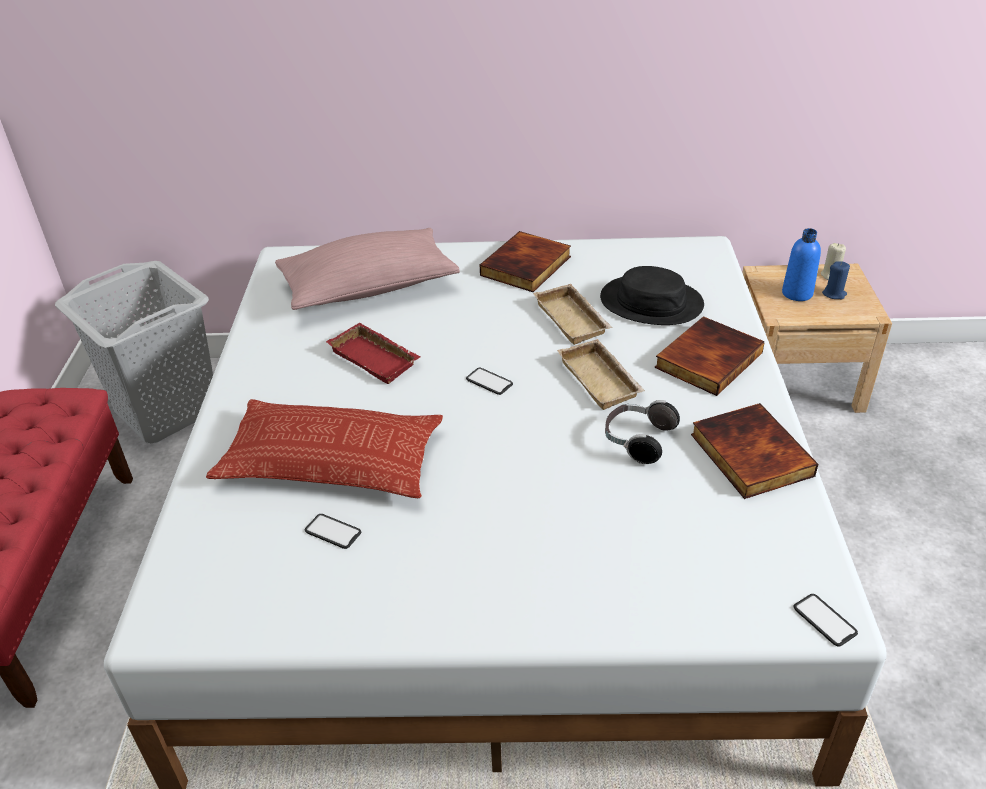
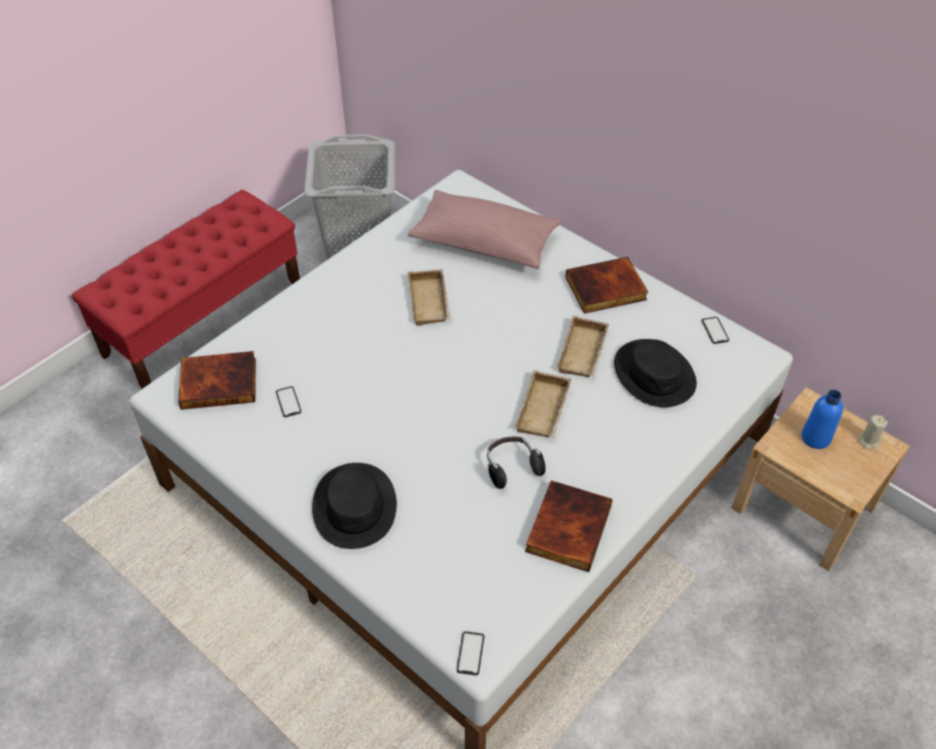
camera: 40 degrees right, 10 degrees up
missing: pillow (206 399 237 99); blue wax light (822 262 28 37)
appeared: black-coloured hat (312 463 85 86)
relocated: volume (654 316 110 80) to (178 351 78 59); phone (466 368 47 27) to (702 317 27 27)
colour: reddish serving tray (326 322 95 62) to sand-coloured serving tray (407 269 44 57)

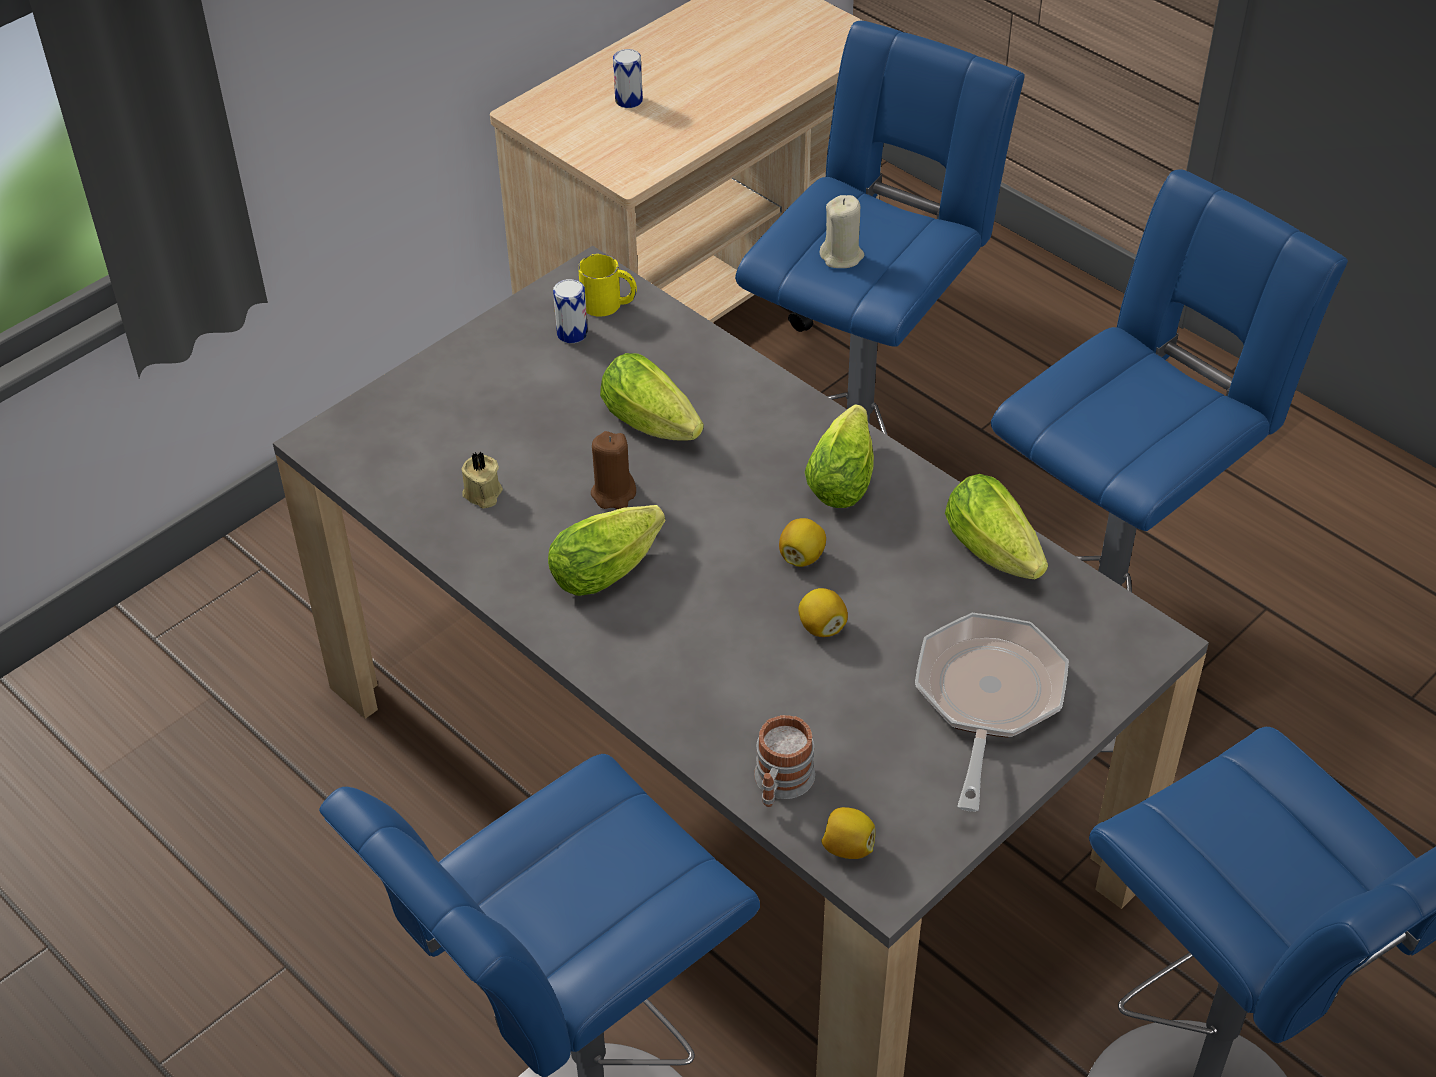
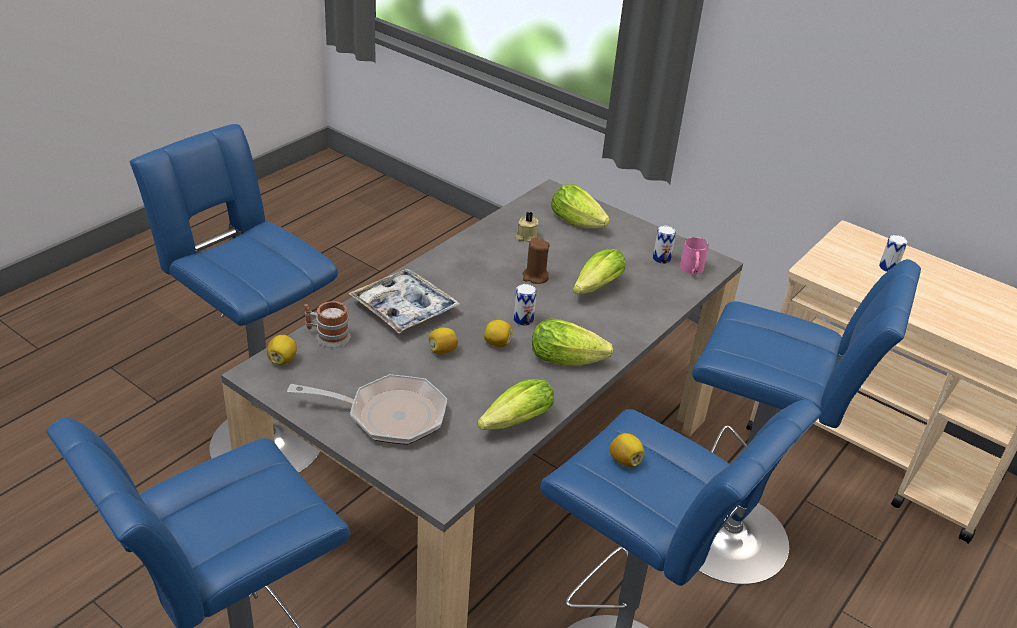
camera: 80 degrees right, 10 degrees down
missing: sand-coloured wax light (820 195 44 73)
appeared: serving tray (348 269 112 64); can (514 284 23 42); citrus fruit (609 433 35 34)
relocated: lettuce head (548 505 117 91) to (551 184 59 44)
colour: yellow coffee mug (578 254 59 63) to pink-coloured coffee mug (680 237 29 38)

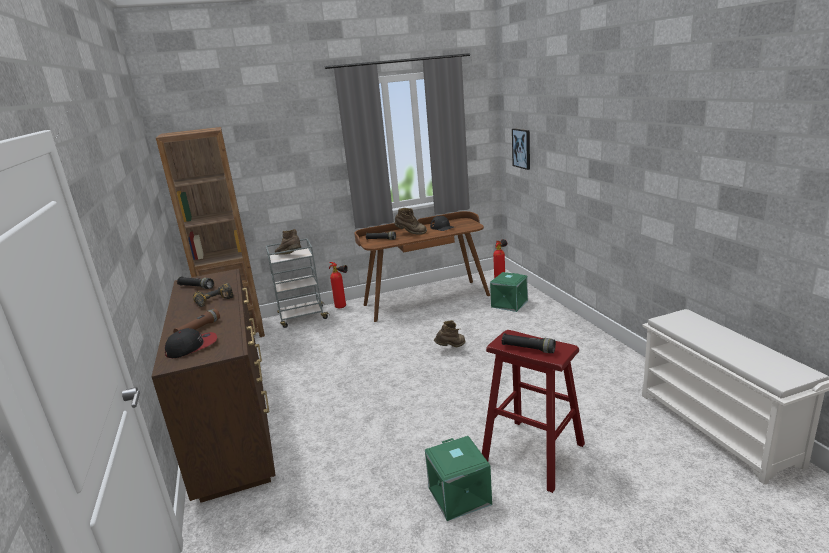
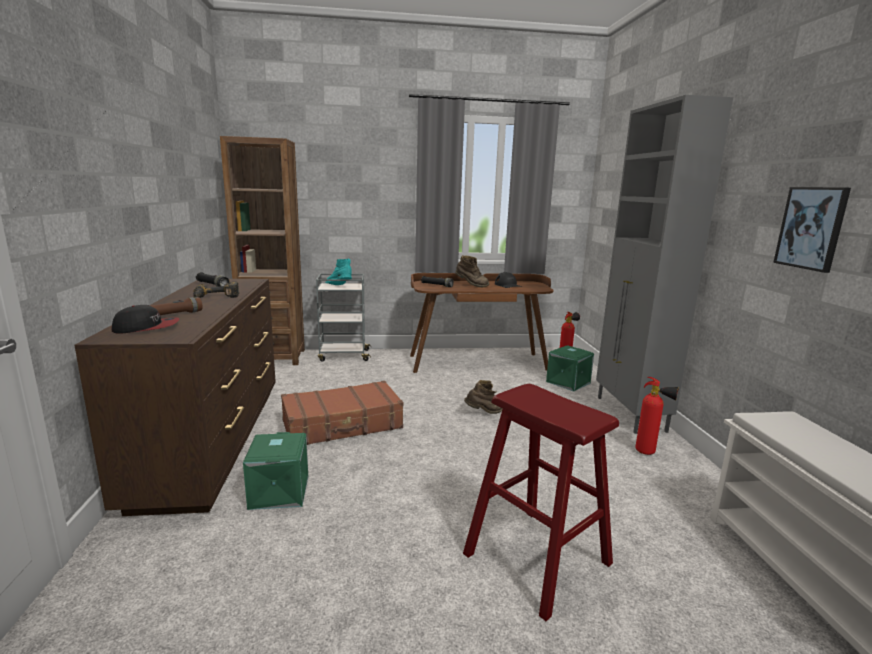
camera: 10 degrees right, 5 degrees down
missing: black-coloured flashlight (502 333 54 20)
appeared: brownish suitcase (281 381 122 64); grey cabinet (596 95 137 339)
relocated: green-coloured storage bin (425 436 67 85) to (243 432 65 78); fire-fighting cylinder (329 262 19 46) to (635 377 44 78); picture (512 128 18 42) to (773 187 78 86)
colour: brownish boot (274 229 27 26) to blue-green boot (325 259 27 26)

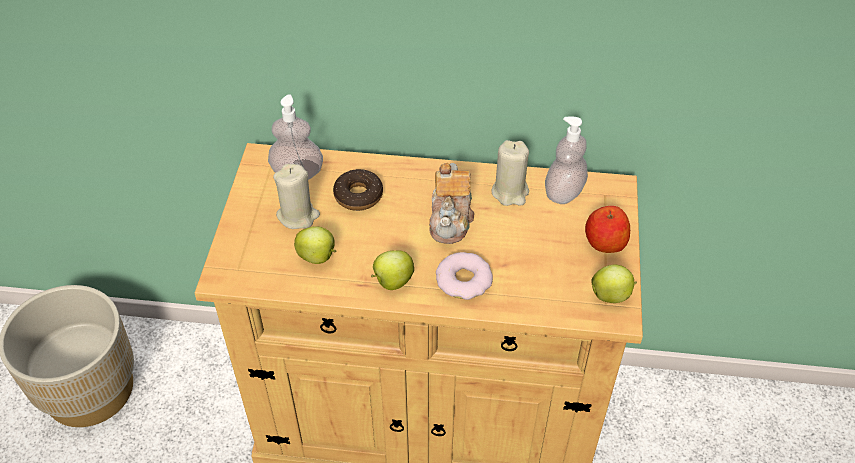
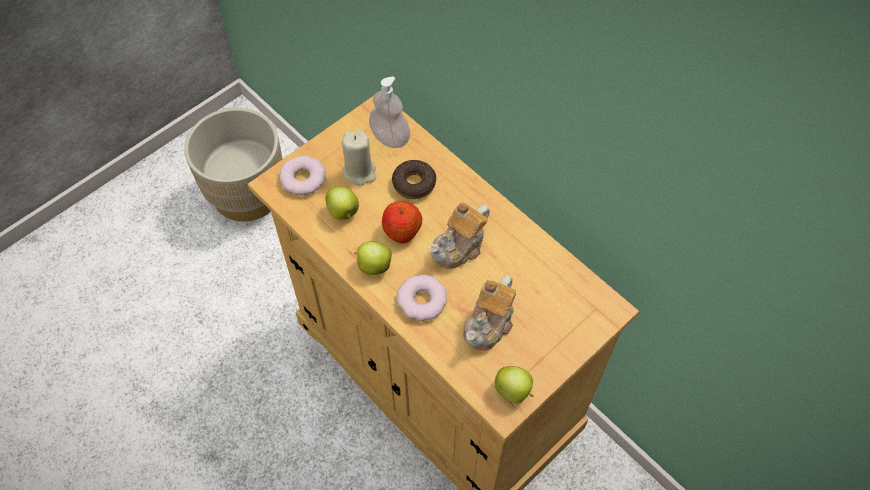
camera: 40 degrees right, 10 degrees up
missing: sand-coloured wax light (491 140 38 66); soap bottle (545 117 43 87)
appeared: doughnut (279 155 47 40); teapot (463 275 53 75)
relocated: apple fruit (585 206 45 47) to (382 201 41 43)

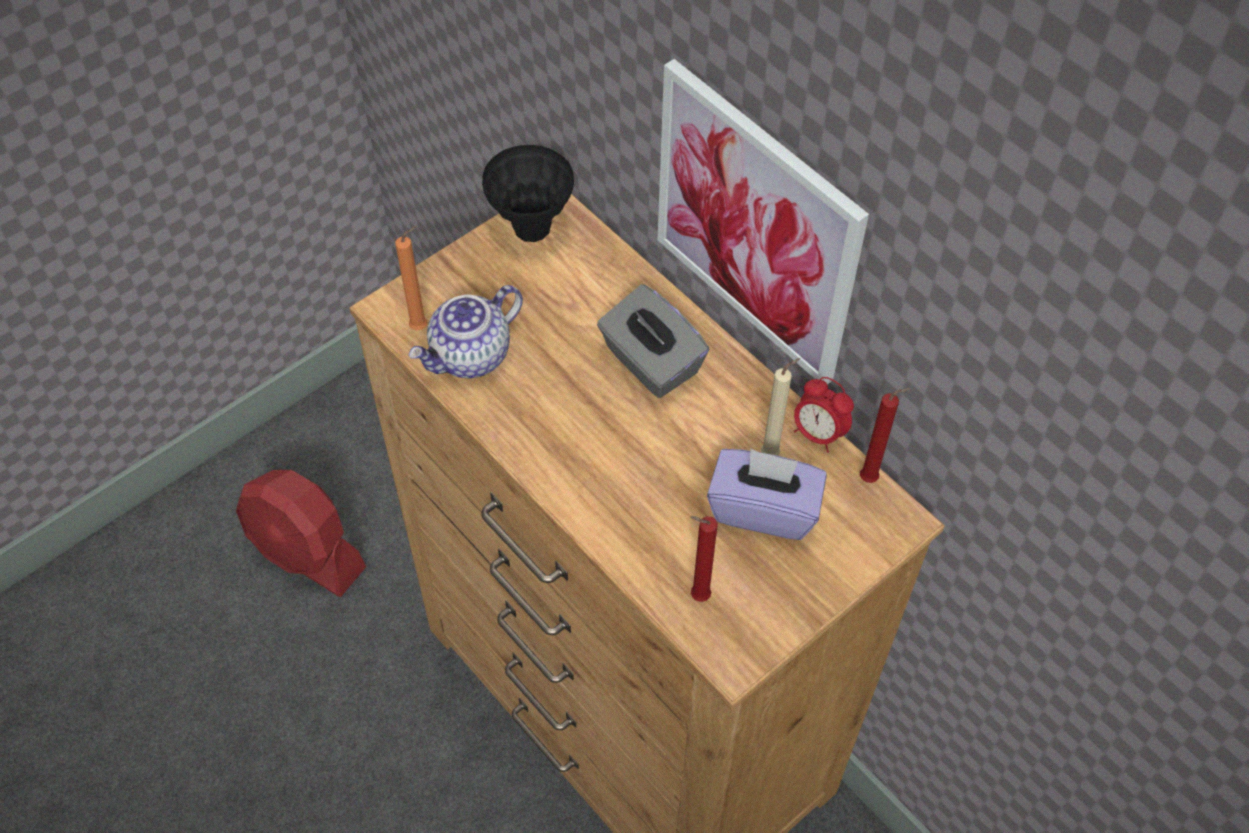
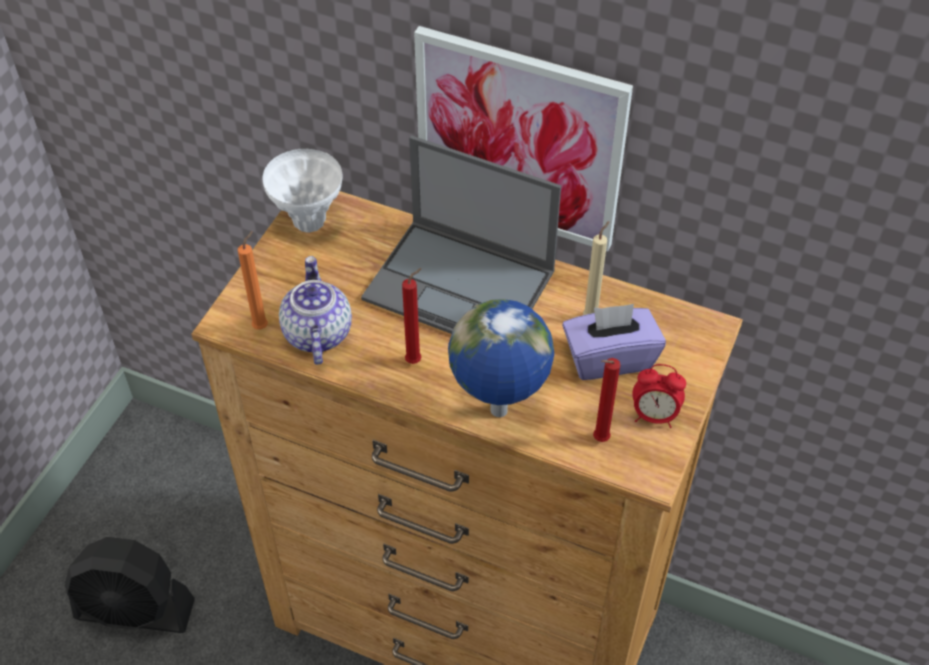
camera: 25 degrees left, 5 degrees down
appeared: world globe (448 299 106 118)
relocated: reddish wax light (860 388 51 95) to (402 268 20 96); bedside clock (794 377 60 76) to (632 364 54 64)
exchanged: grey box of tissues (597 284 112 114) to portable computer (361 135 200 199)
colour: reddish cooling fan (236 470 130 127) to black-coloured cooling fan (65 537 130 96); black-coloured vase (482 145 92 97) to white vase (262 149 80 84)
spun: teapot (409 285 114 93) = (279 256 73 109) 150 degrees clockwise

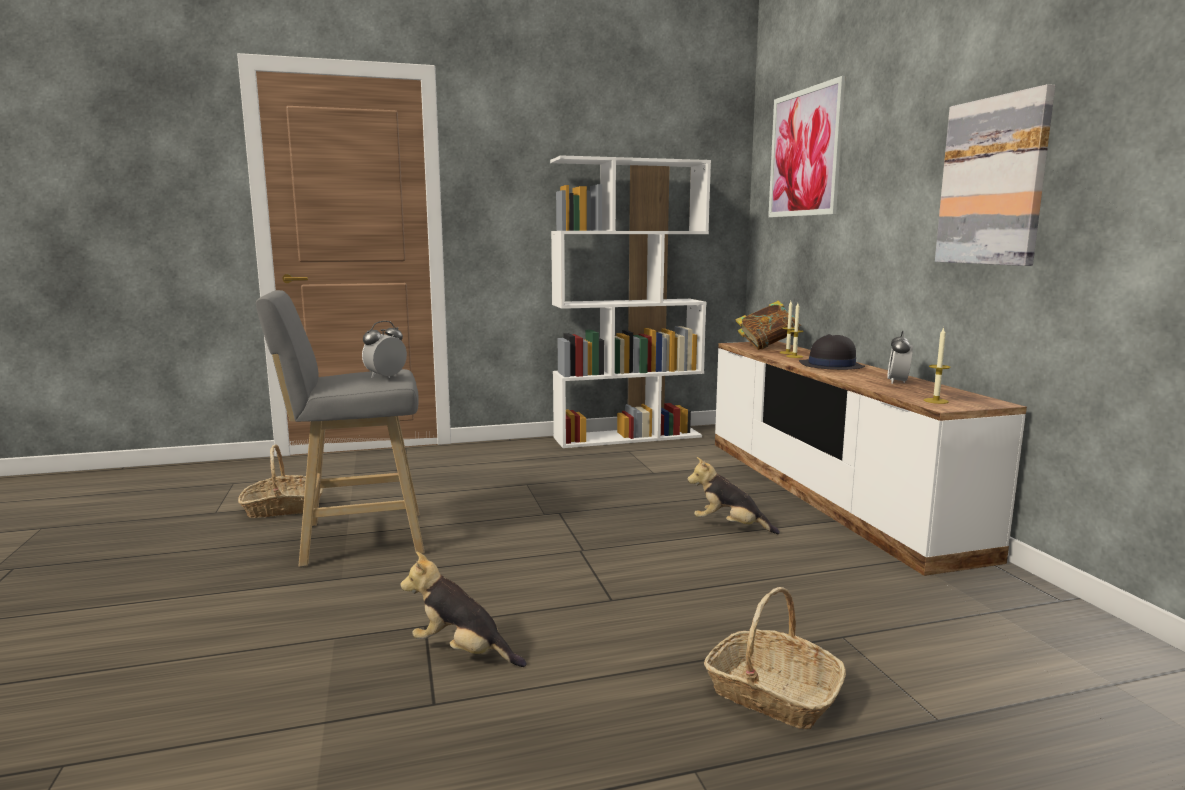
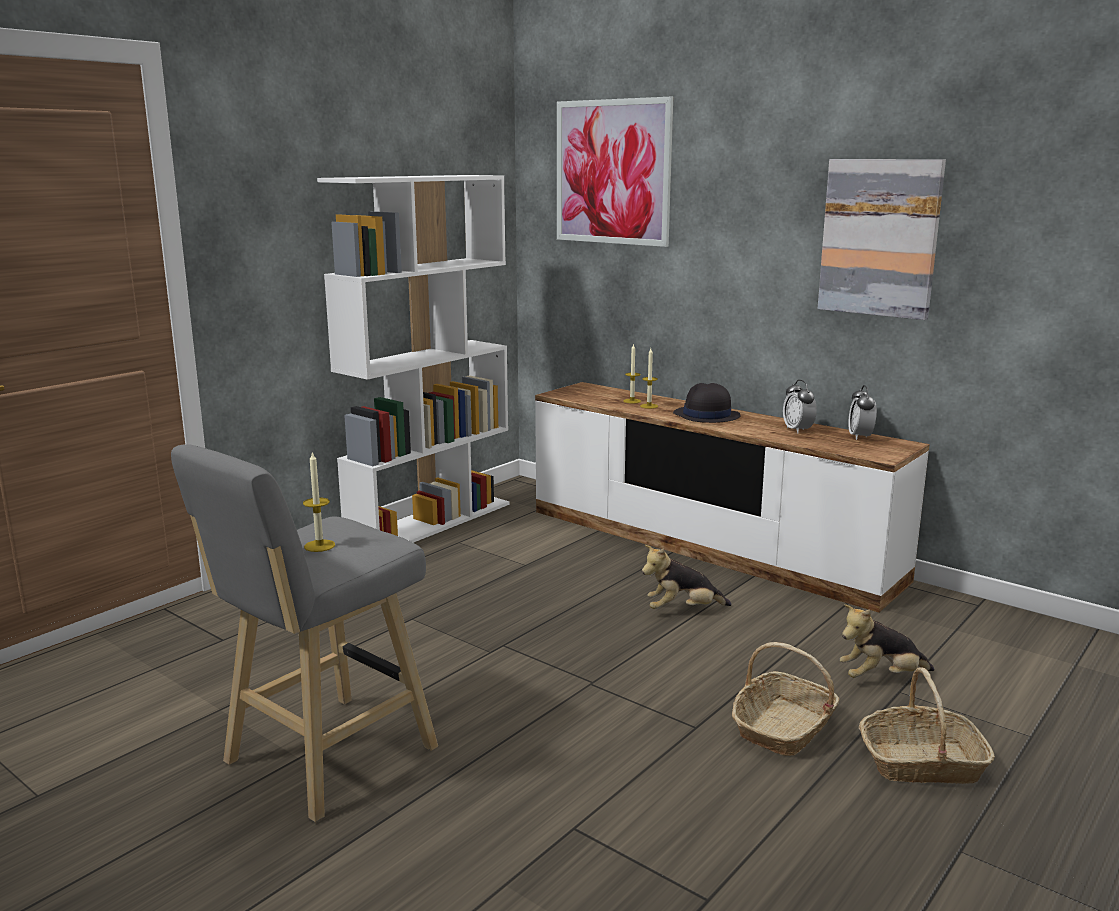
camera: 35 degrees left, 5 degrees up
missing: volume (736 301 66 49)
relocated: wax light (924 327 26 77) to (303 451 32 101); storage basket (238 444 85 74) to (732 642 107 114); soft toy (400 552 127 115) to (840 604 95 74); bedside clock (362 321 45 57) to (848 385 29 55)

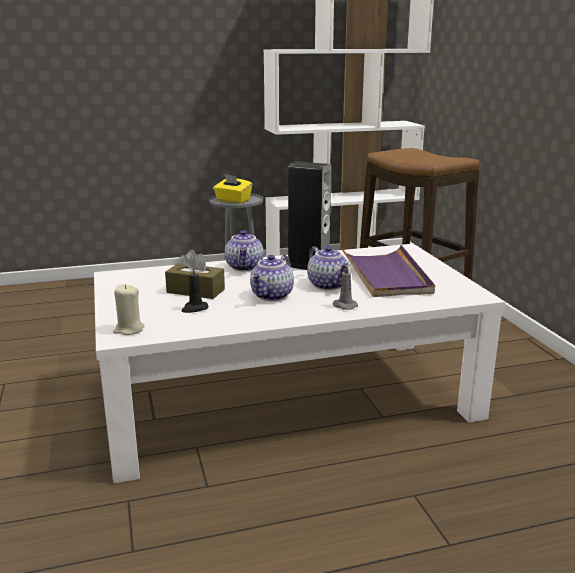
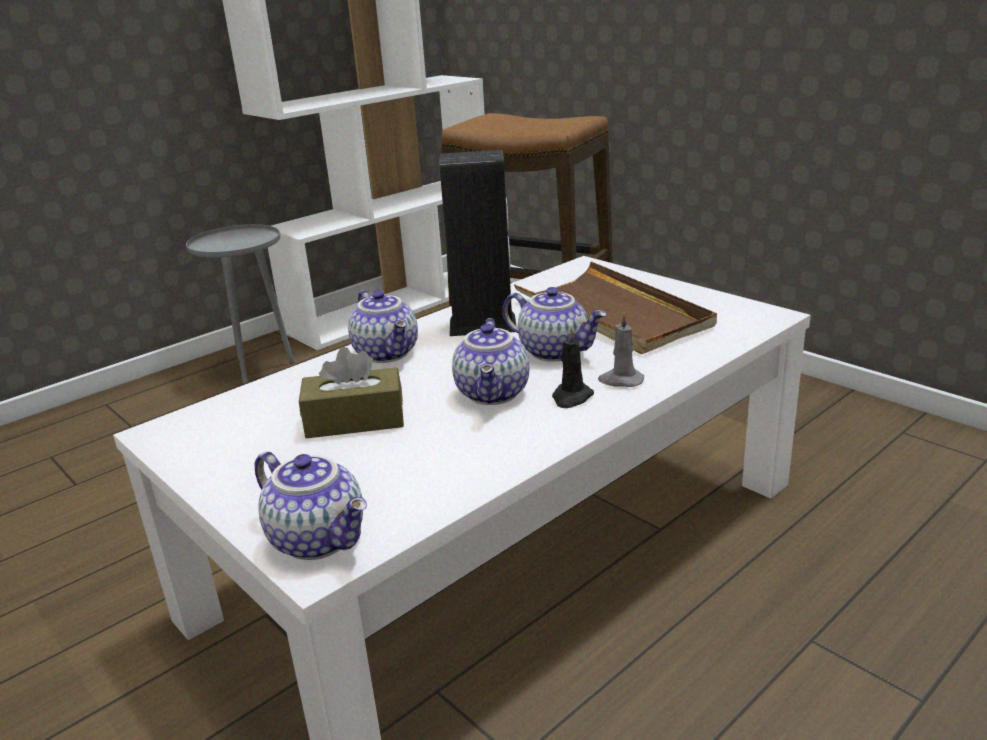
camera: 25 degrees left, 5 degrees up
missing: yellow box of tissues (213 174 39 30)
relocated: black-coloured wax light (181 266 28 47) to (552 327 42 81)
exchanged: sand-coloured wax light (113 284 31 51) to teapot (254 452 113 108)
colour: purple serving tray (341 245 94 52) to brownish serving tray (514 262 203 92)

